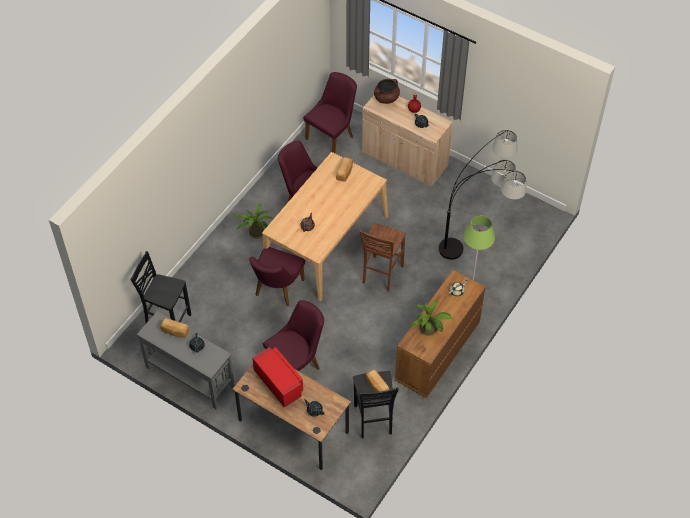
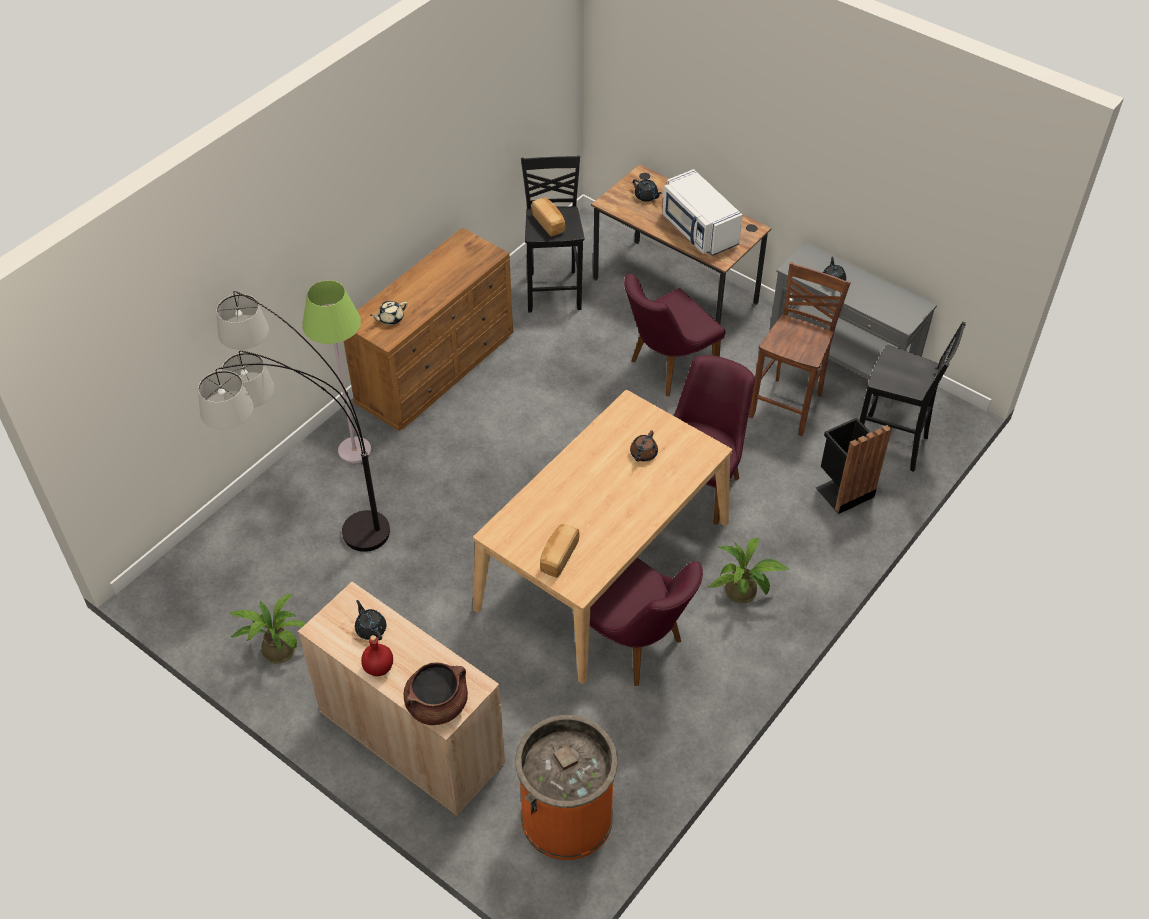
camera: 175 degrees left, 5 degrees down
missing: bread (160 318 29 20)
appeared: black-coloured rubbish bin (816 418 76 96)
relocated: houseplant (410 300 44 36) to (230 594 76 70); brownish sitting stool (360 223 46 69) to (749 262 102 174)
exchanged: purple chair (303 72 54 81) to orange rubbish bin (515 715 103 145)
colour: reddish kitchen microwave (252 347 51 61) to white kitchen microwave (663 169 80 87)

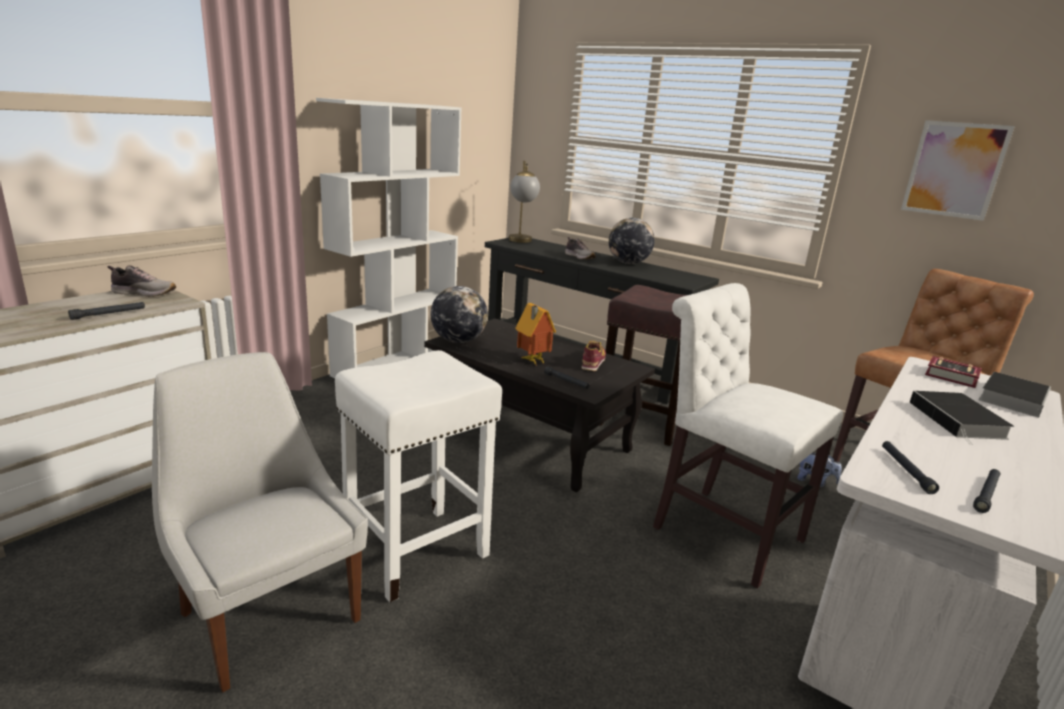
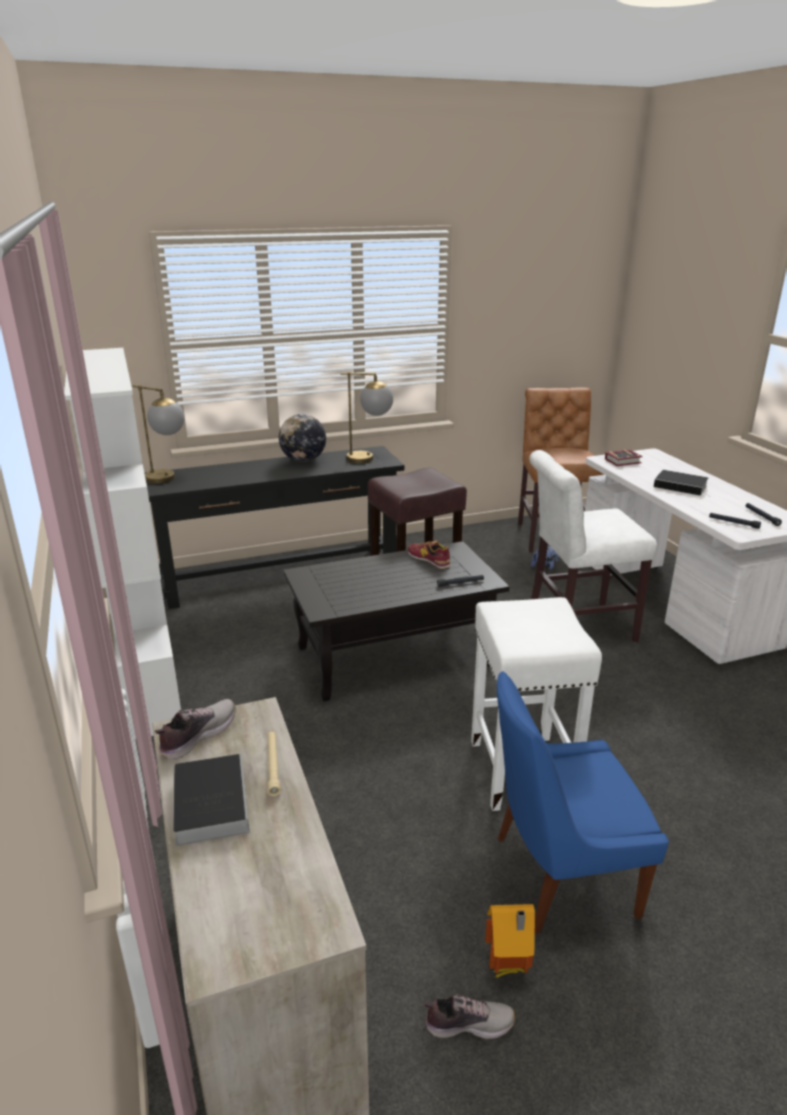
camera: 55 degrees left, 5 degrees up
missing: world globe (431 286 57 57); picture (901 120 114 101)
appeared: table lamp (341 372 52 92)
relocated: volume (978 372 73 46) to (173 754 76 92); shoe (565 237 30 22) to (424 994 91 45); toy house (515 303 41 63) to (485 904 50 73)
colour: black-coloured flashlight (68 302 77 18) to sand-coloured flashlight (267 732 14 64); white chair (152 352 216 340) to blue chair (497 671 172 263)

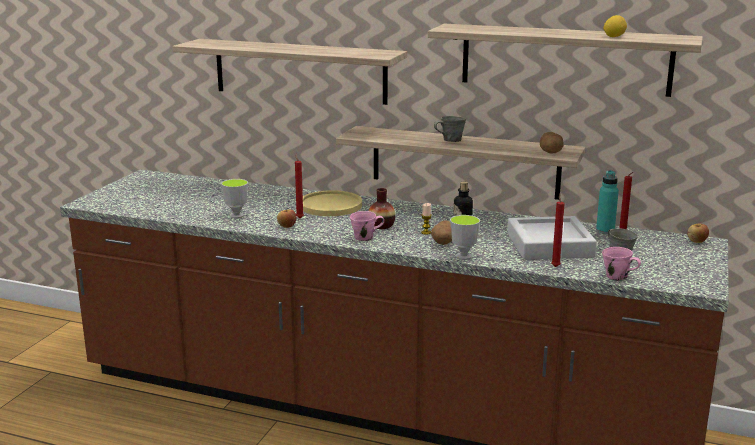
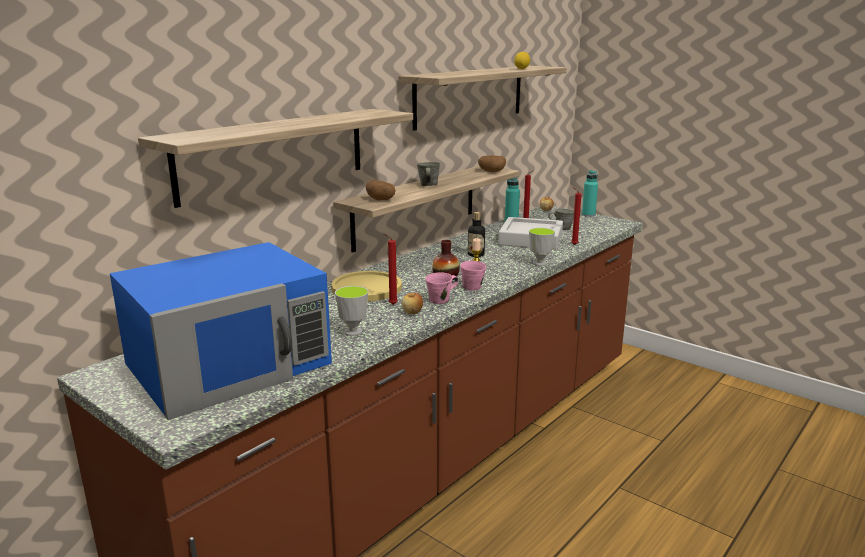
camera: 70 degrees left, 0 degrees up
appeared: blue kitchen microwave (110 242 222 178); blue-green drink bottle (582 170 16 47)
relocated: whole potato (431 220 21 25) to (366 180 30 21); pink-coloured coffee mug (602 247 39 34) to (425 272 34 32)

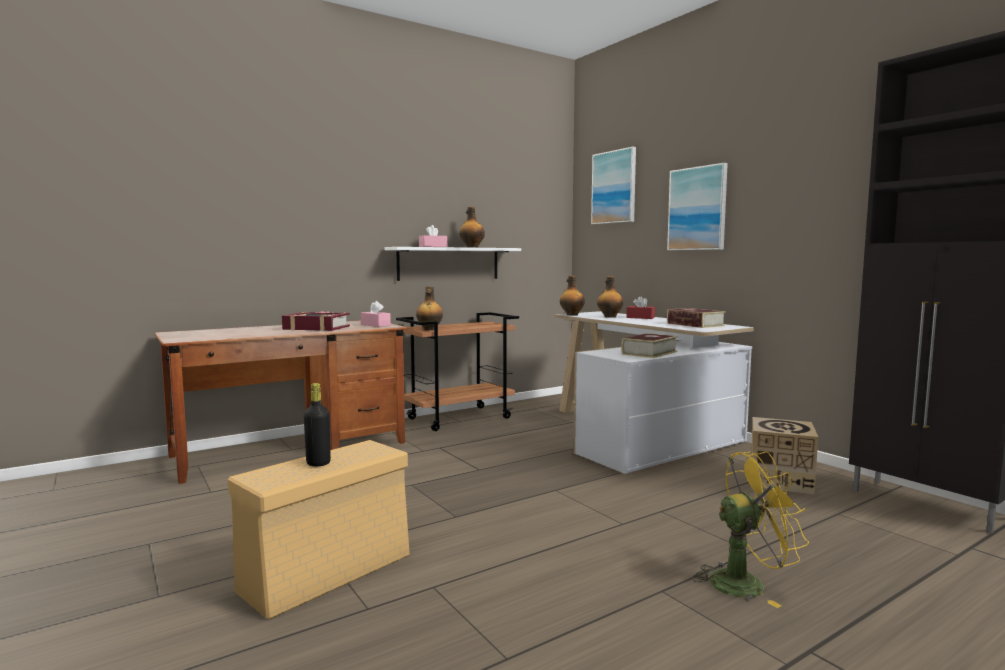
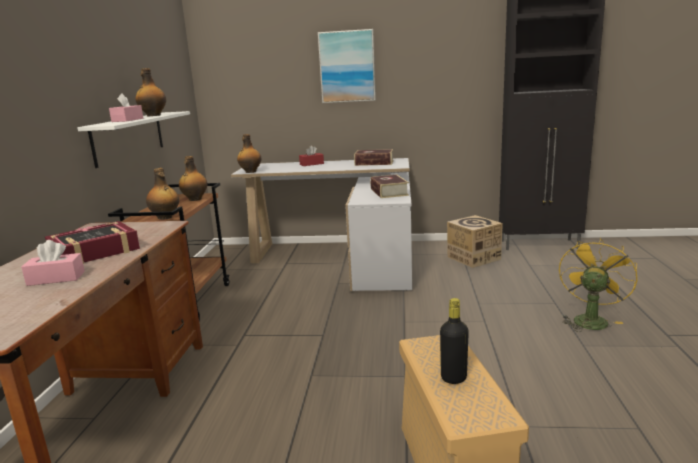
camera: 50 degrees left, 10 degrees up
missing: picture (591 147 45 77)
relocated: pink-coloured box of tissues (361 301 30 26) to (21 240 64 46); drink bottle (597 276 26 42) to (179 156 28 45)

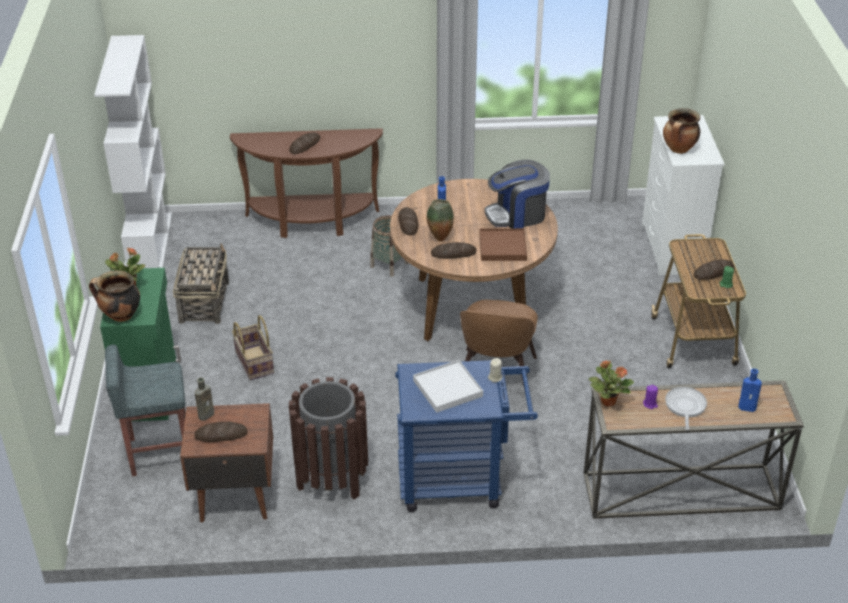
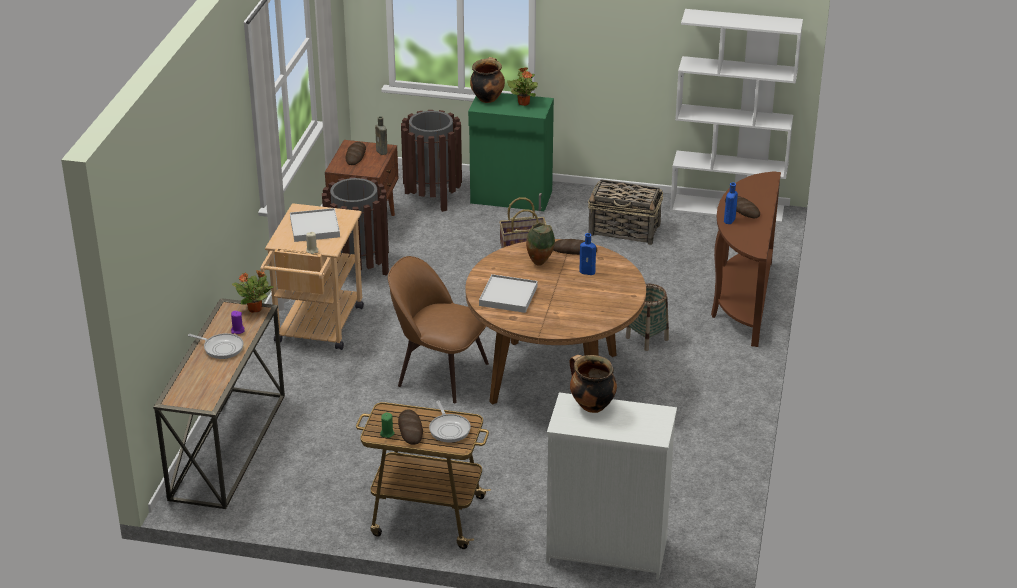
camera: 105 degrees right, 5 degrees down
missing: bread (431 242 45 17); coffee maker (485 160 65 68)
appeared: pan (429 401 42 41)
relocated: blue drink bottle (738 369 24 43) to (724 182 14 42)
exchanged: grey sitting stool (105 345 81 131) to brownish rubbish bin (401 110 61 102)
colour: blue cart (395 360 143 152) to sand-coloured cart (261 203 103 147); brownish serving tray (480 228 47 33) to white serving tray (479 274 58 39)

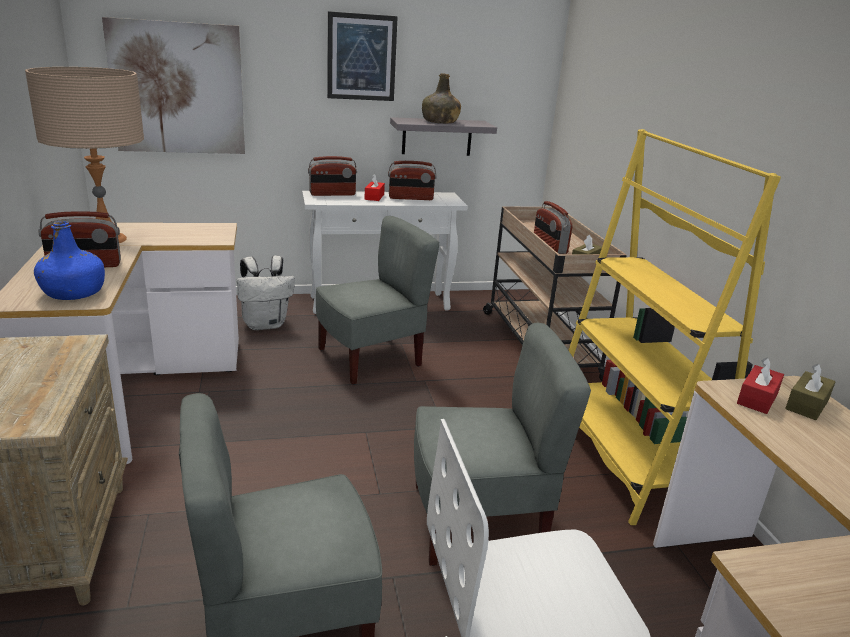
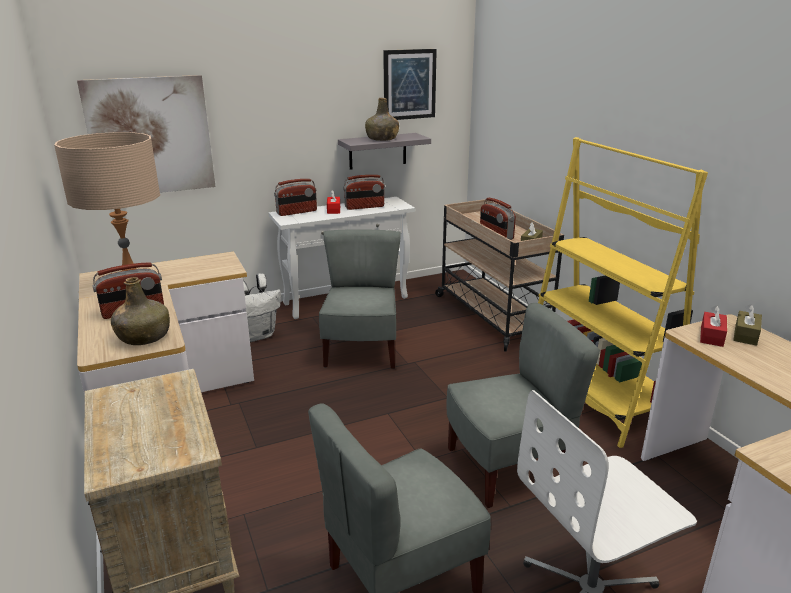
camera: 10 degrees left, 0 degrees up
relocated: picture (327 11 71 90) to (383 49 54 71)
colour: blue drink bottle (34 221 71 79) to green-coloured drink bottle (111 277 59 68)
spun: grey chair (316 216 124 169) = (319 229 82 140) 45 degrees counterclockwise

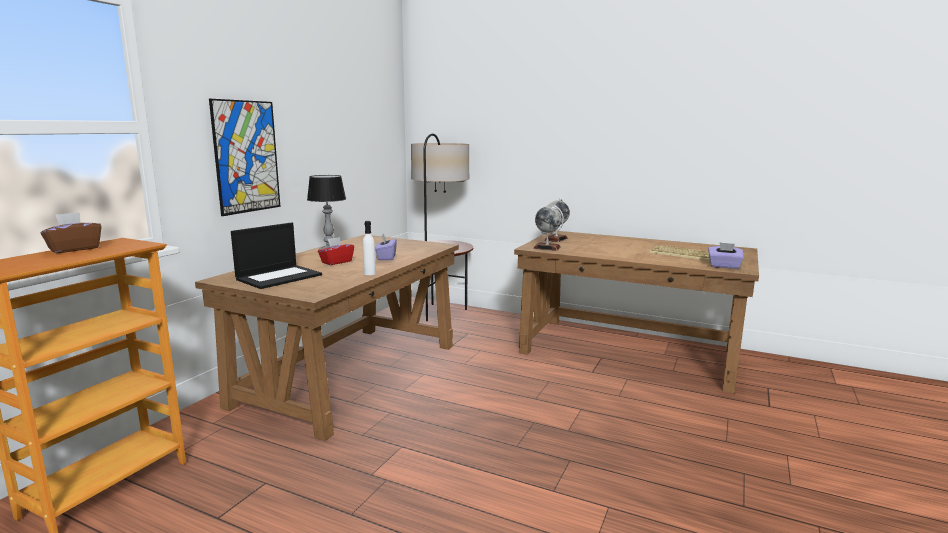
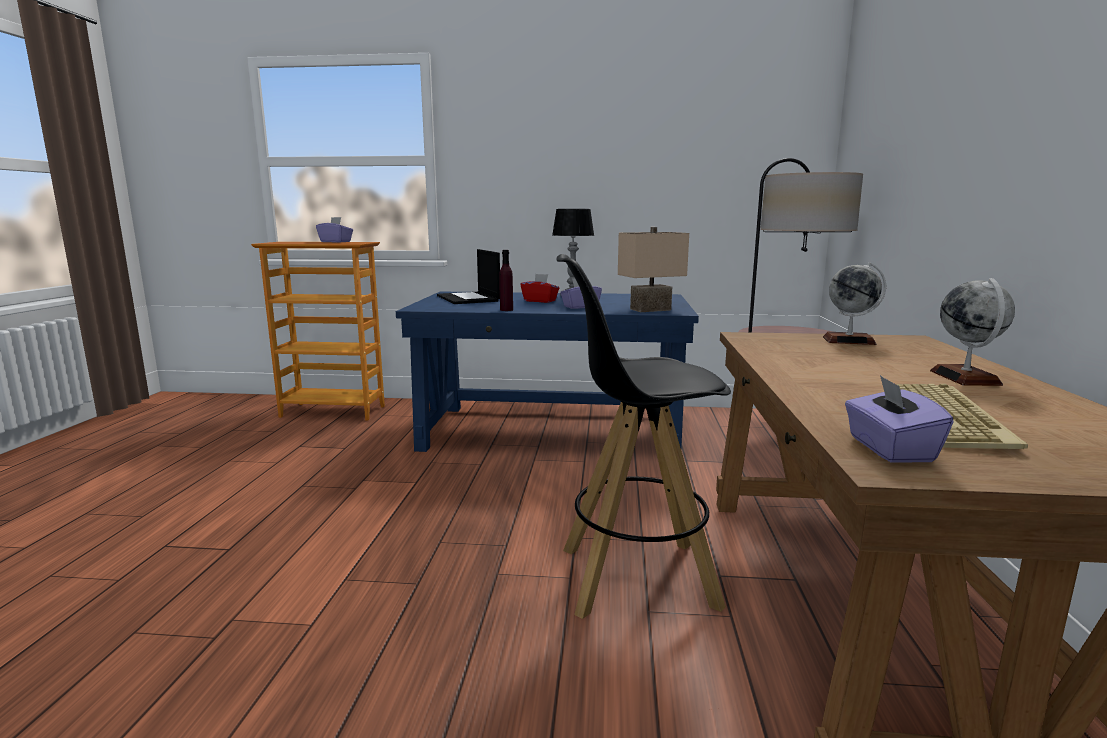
camera: 70 degrees right, 0 degrees up
missing: picture (209 99 71 117)
appeared: black-coloured sitting stool (556 254 175 365); sand-coloured table lamp (618 227 71 85)
relocated: world globe (533 205 31 46) to (930 278 85 108)
colour: brownish box of tissues (41 212 60 41) to purple box of tissues (316 217 37 26); brownish desk table (195 235 264 206) to blue desk table (396 292 303 160); white drink bottle (363 221 13 54) to purple drink bottle (499 250 14 61)
spun: portable computer (231 222 91 67) = (437 249 63 55) 45 degrees clockwise

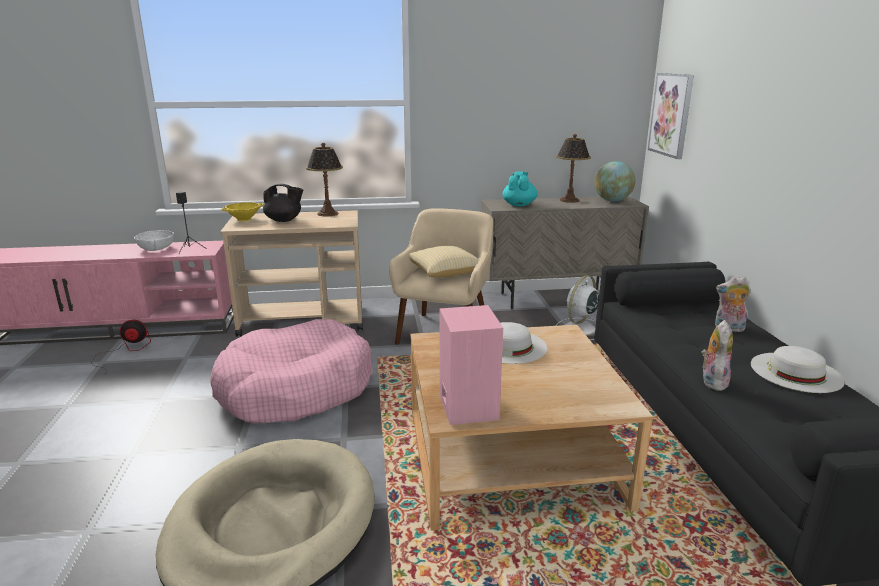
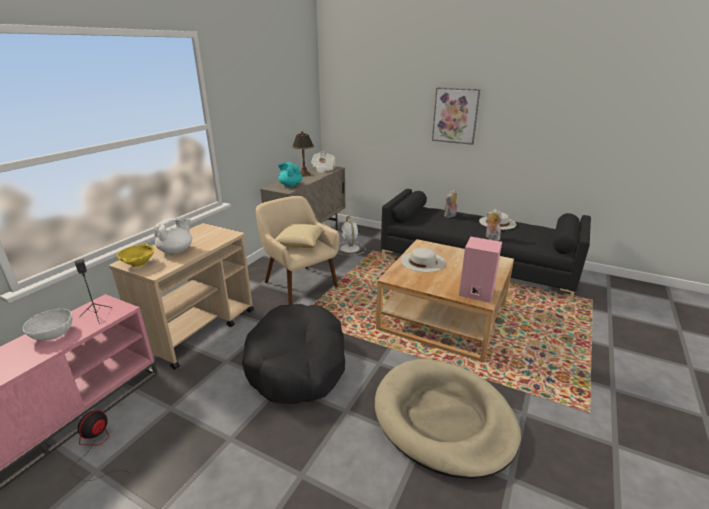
camera: 55 degrees left, 5 degrees up
missing: table lamp (306 143 37 73)
relocated: picture (648 73 46 86) to (432 88 48 57)
exchanged: world globe (594 161 42 41) to daily paper (311 151 25 21)
colour: black-coloured teapot (263 184 40 38) to white teapot (154 218 38 36); pink-coloured pet bed (210 319 163 104) to black-coloured pet bed (242 304 103 100)

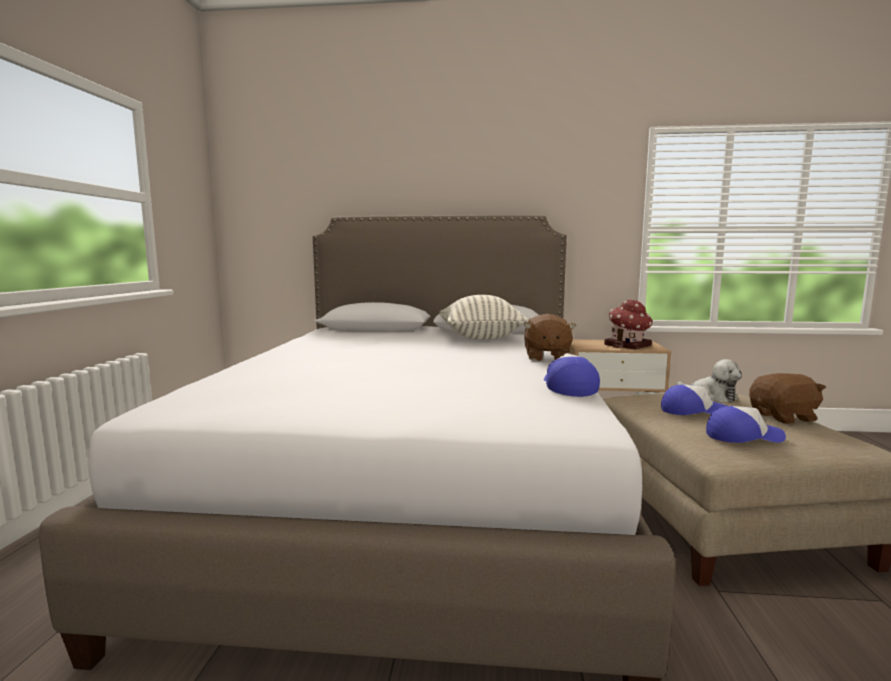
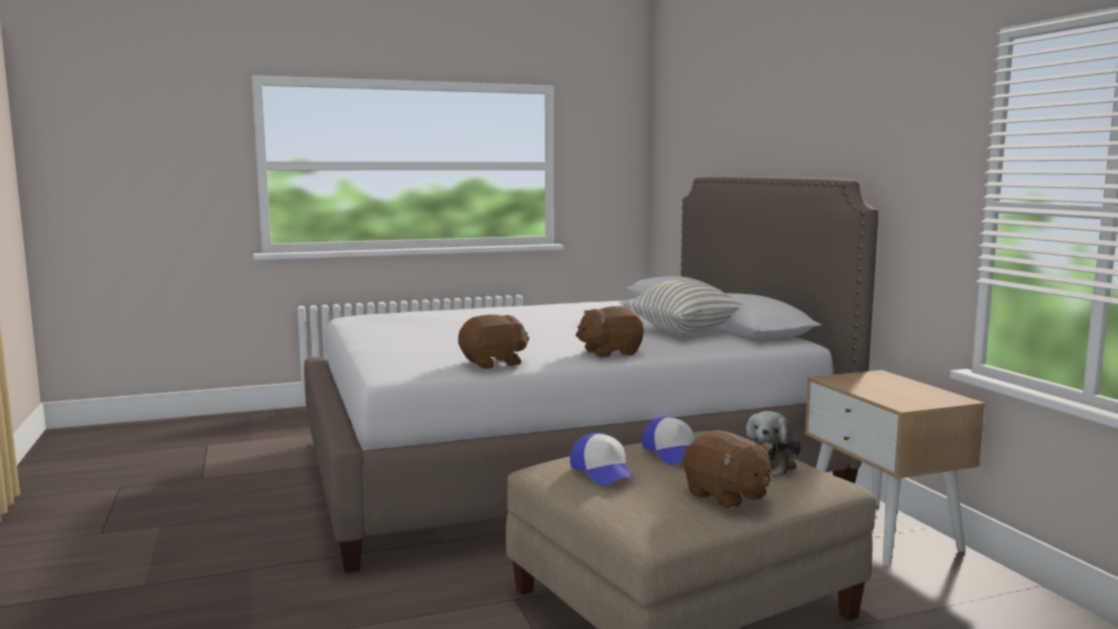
camera: 65 degrees right, 0 degrees up
missing: toy house (604 299 49 50)
exchanged: cap (544 353 56 44) to brownish soft toy (458 315 71 54)

